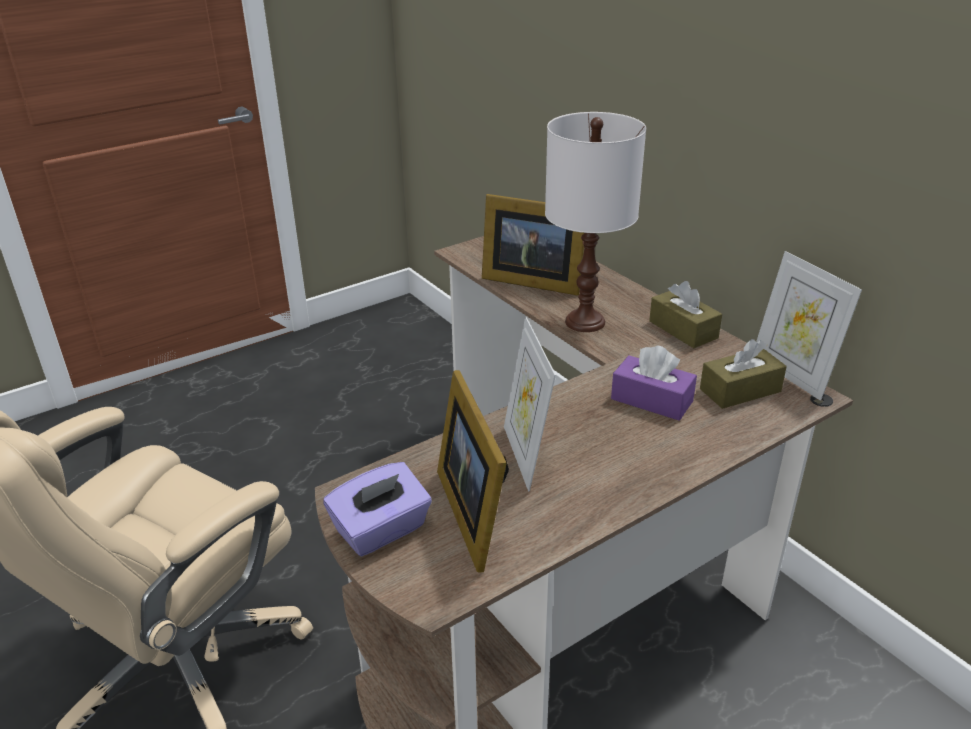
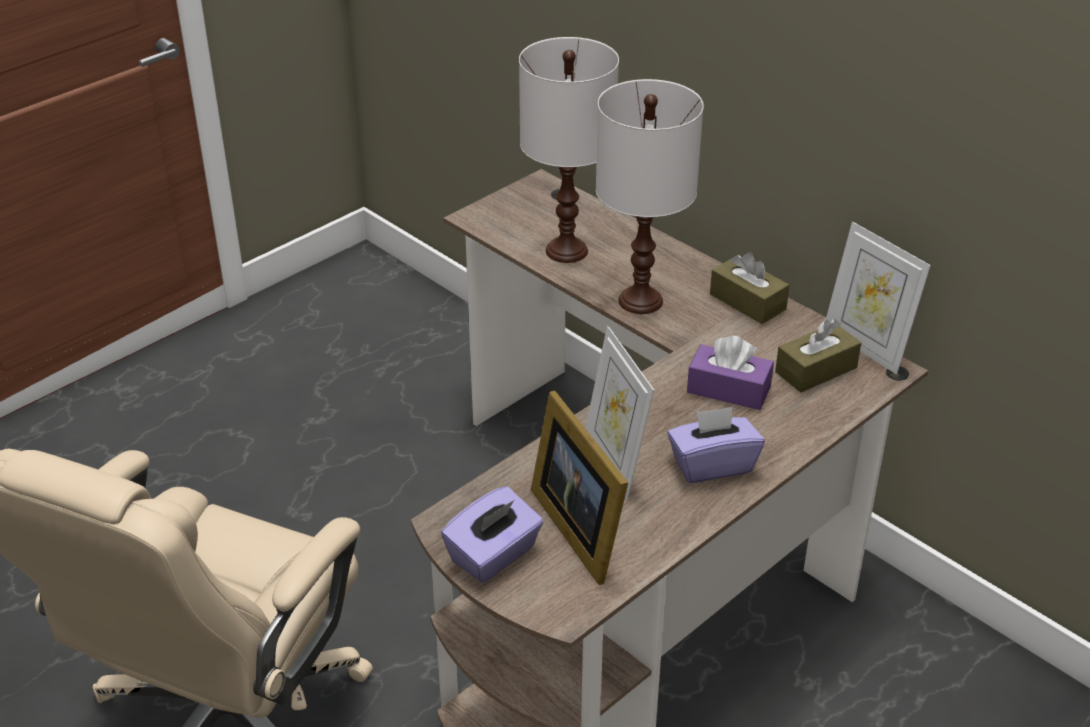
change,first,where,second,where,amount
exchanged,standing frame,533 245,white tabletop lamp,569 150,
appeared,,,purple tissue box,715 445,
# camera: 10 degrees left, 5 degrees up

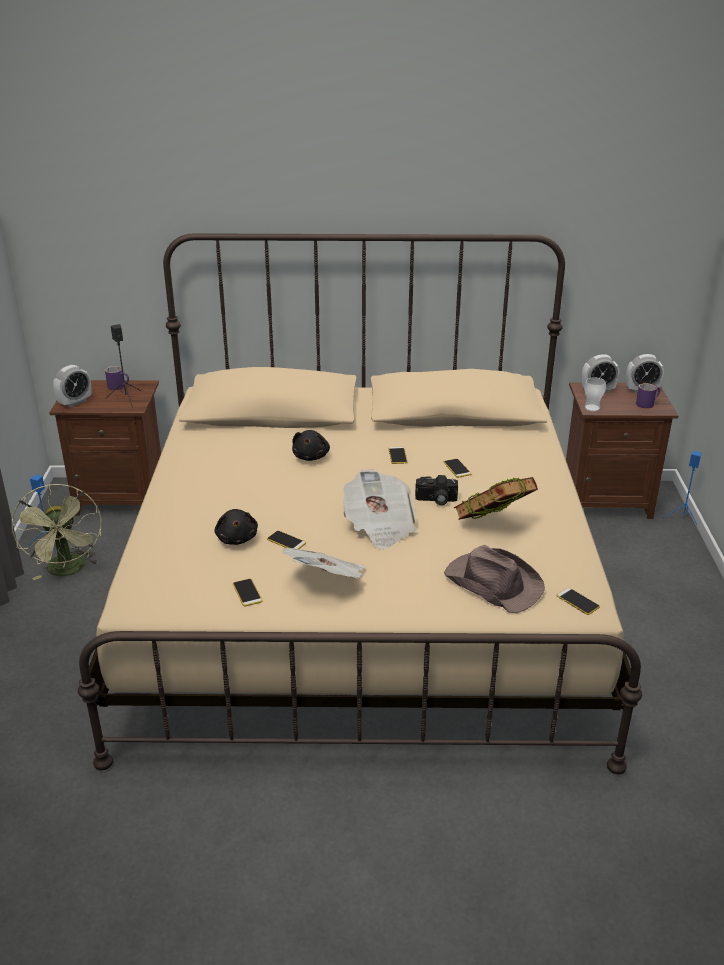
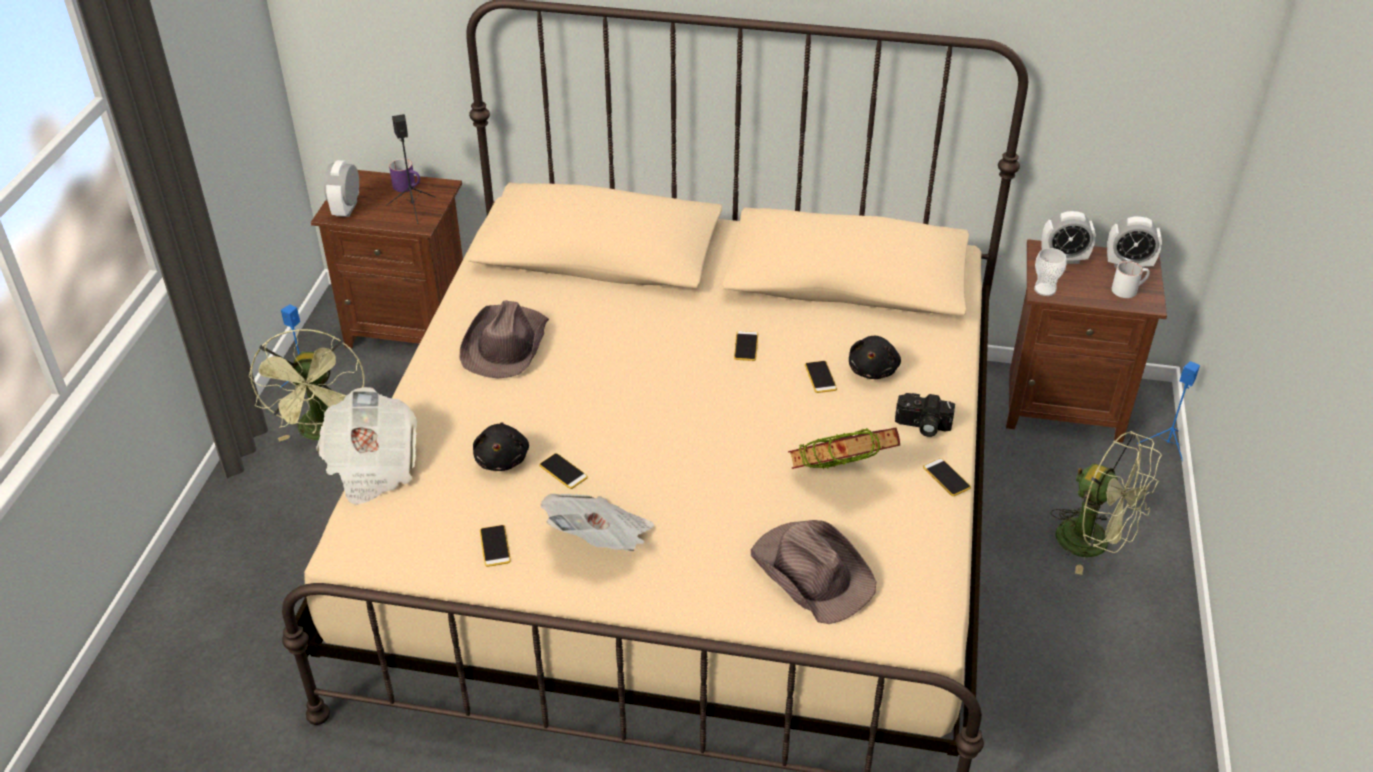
change,first,where,second,where,amount
spun,alarm clock,72 386,,341 188,135 degrees clockwise
relocated,blackish cuddly toy,311 445,,875 357,
relocated,daily paper,380 509,,366 446,
relocated,still camera,436 490,,925 415,
relocated,telephone,578 601,,947 477,
colour,purple coffee mug,648 395,white coffee mug,1131 279,
appeared,,,brownish wearable hat,504 339,
appeared,,,green fan,1106 503,
# camera: 10 degrees right, 10 degrees up

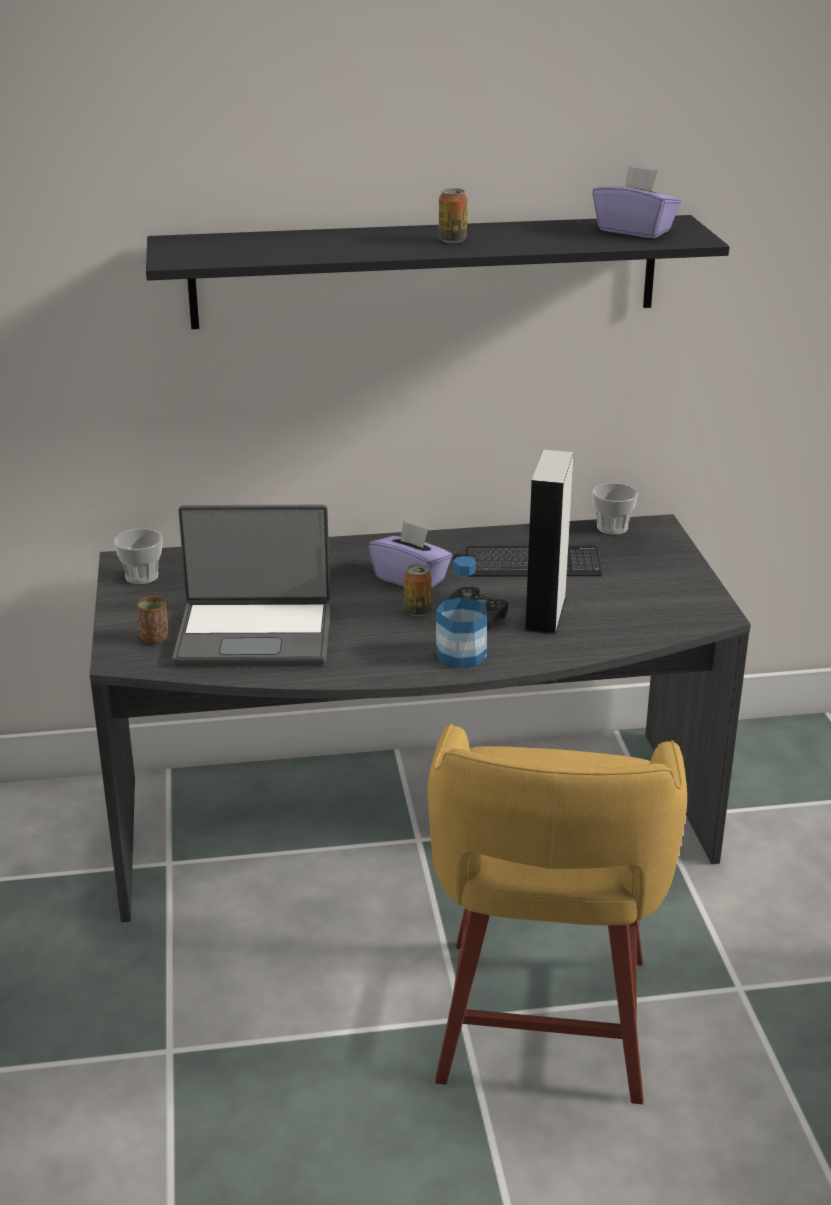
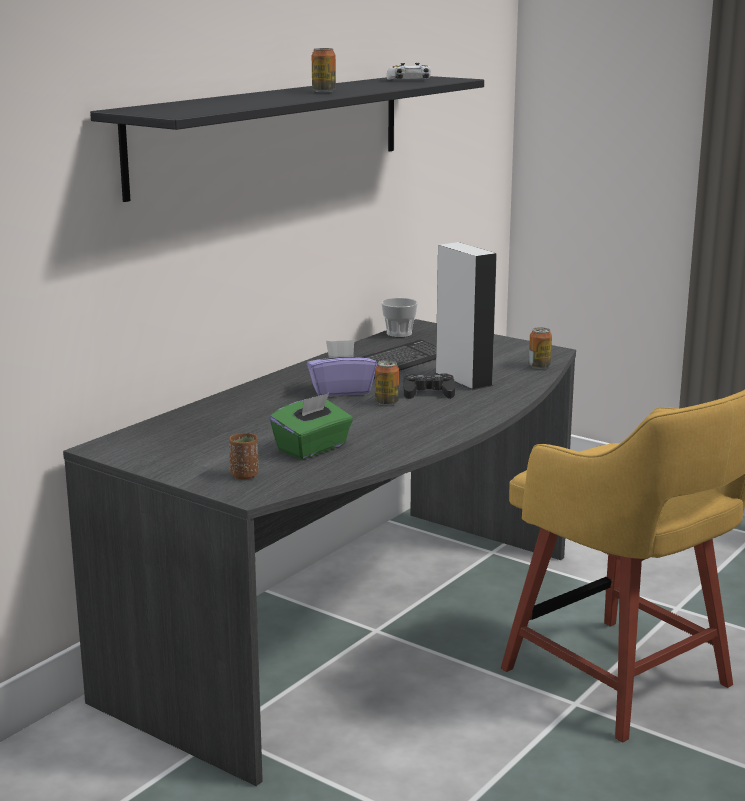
change,first,where,second,where,amount
missing,cup,138 556,,,
exchanged,portable computer,251 585,green tissue box,311 426,
missing,bottle,461 612,,,
exchanged,purple tissue box,637 202,white game controller,409 71,
appeared,,,metal can,540 348,
# camera: 45 degrees left, 10 degrees down

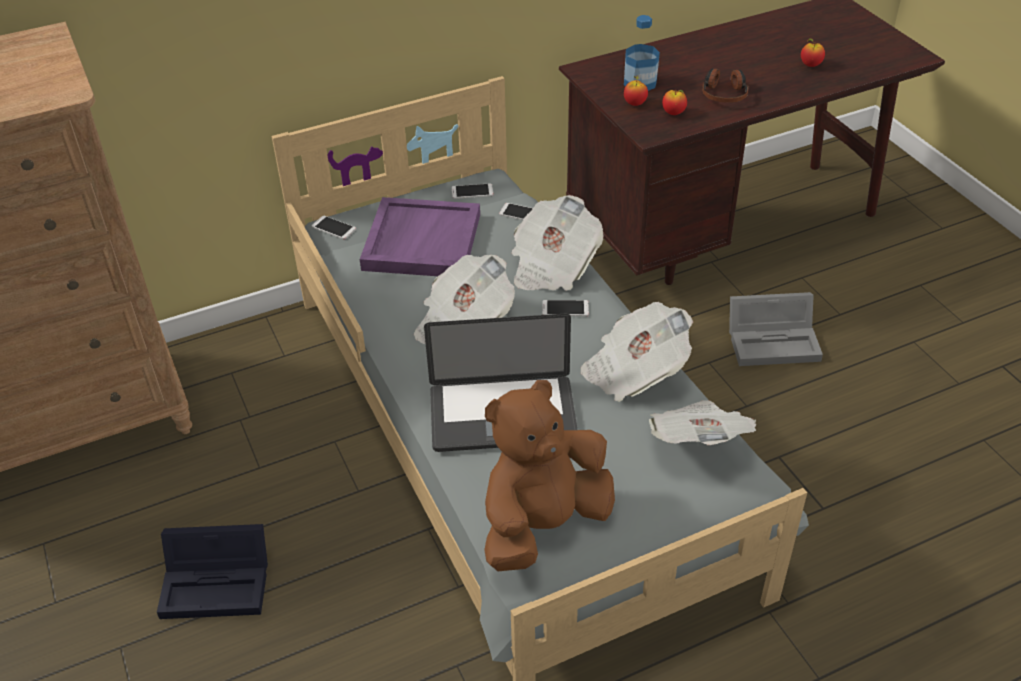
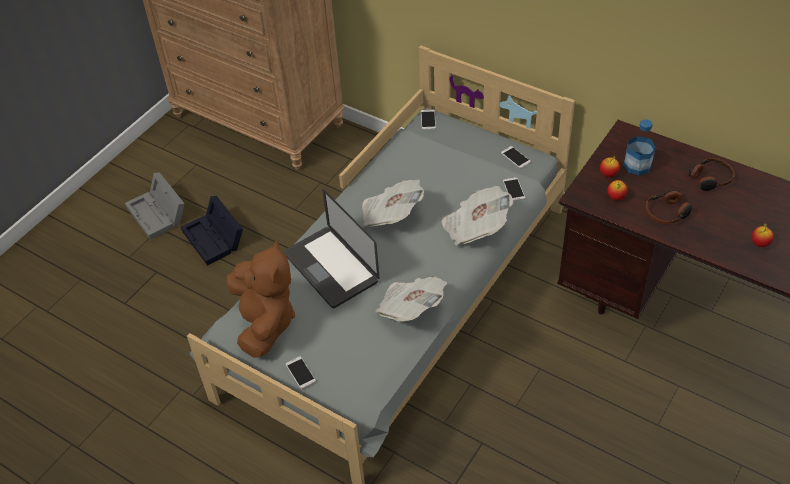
change,first,where,second,where,amount
missing,purple serving tray,420 236,,,
spun,brownish cuddly toy,549 475,,261 298,60 degrees clockwise
relocated,telephone,565 308,,301 372,
missing,daily paper,702 422,,,
relocated,greyish storage container,776 329,,155 206,
appeared,,,pair of headphones,711 174,
# camera: 60 degrees right, 5 degrees up

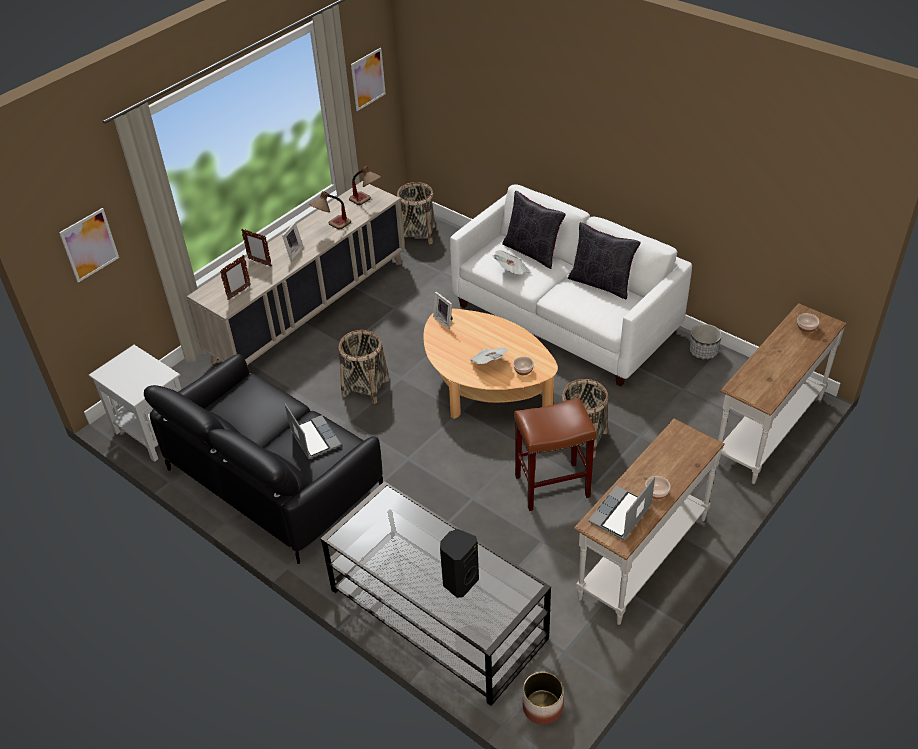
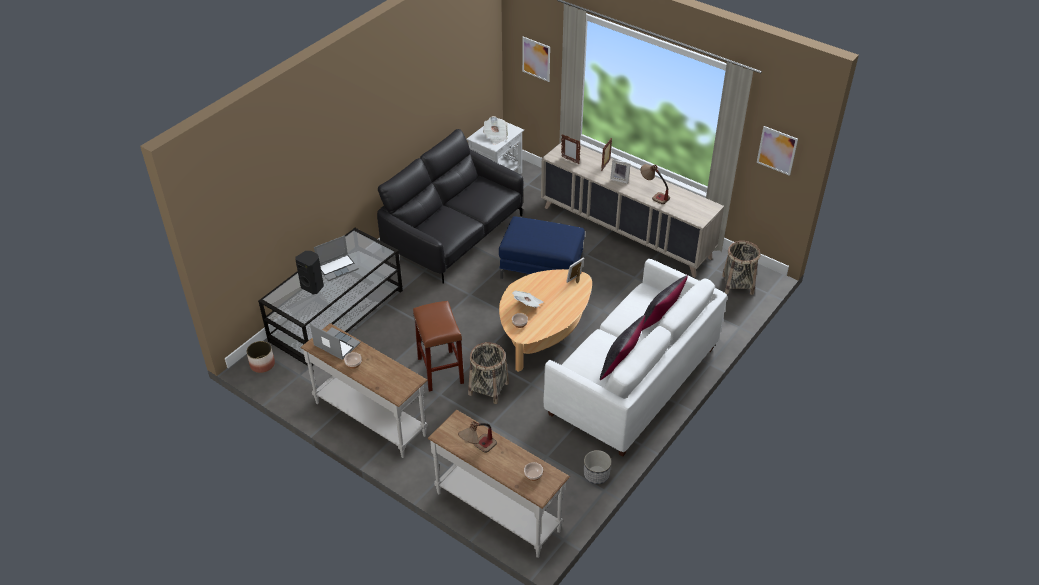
change,first,where,second,where,amount
relocated,portable computer,313 431,,336 258,
exchanged,household basket,364 367,bluish pouffe,542 247,
relocated,tabletop lamp,365 185,,477 437,
relocated,daily paper,511 262,,495 130,
# camera: 85 degrees right, 0 degrees up

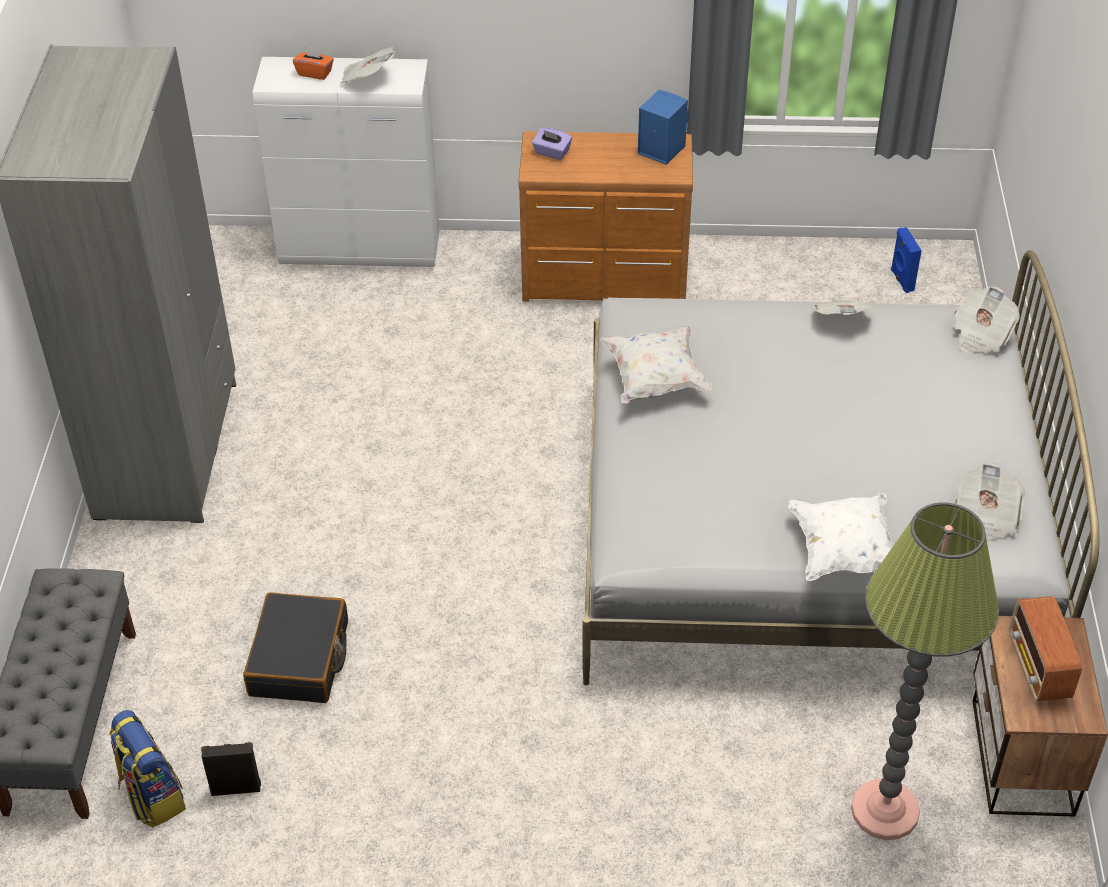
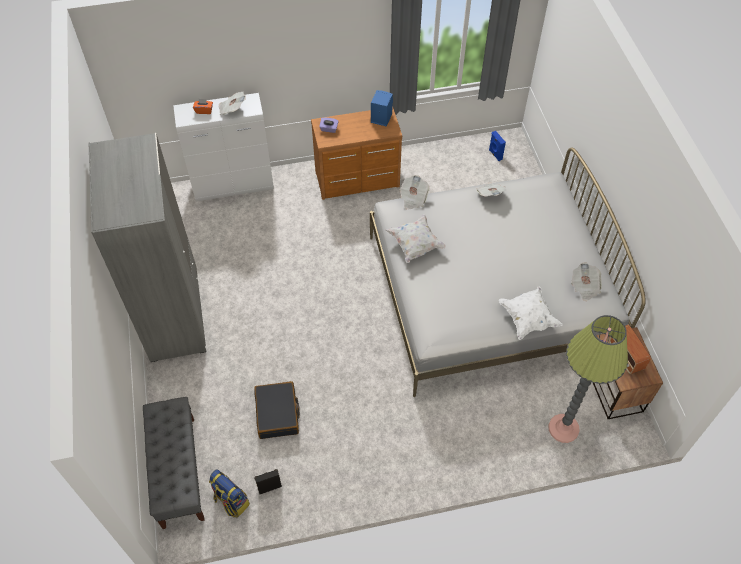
change,first,where,second,where,amount
relocated,daily paper,987 319,,415 192,
# camera: 15 degrees left, 10 degrees up

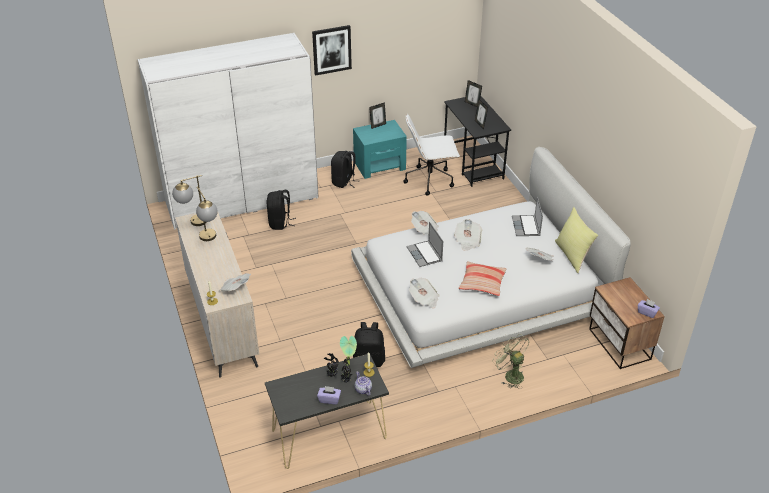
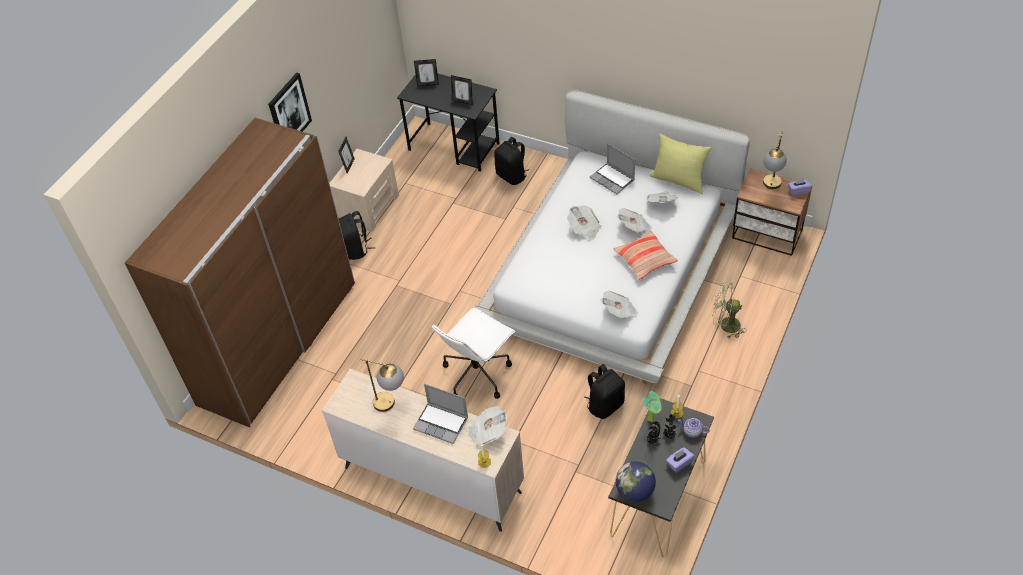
change,first,where,second,where,amount
colour,white clothes cupboard,228 131,brownish clothes cupboard,240 272,
relocated,tabletop lamp,189 200,,775 160,
relocated,blackish backpack,281 210,,511 161,
colour,turquoise-coloured night table,380 149,beige-coloured night table,364 190,
relocated,white desk chair,431 155,,473 353,
relocated,portable computer,425 244,,440 414,
relocated,daily paper,425 223,,634 220,
appeared,,,desk globe,636 481,
# camera: 40 degrees left, 10 degrees up

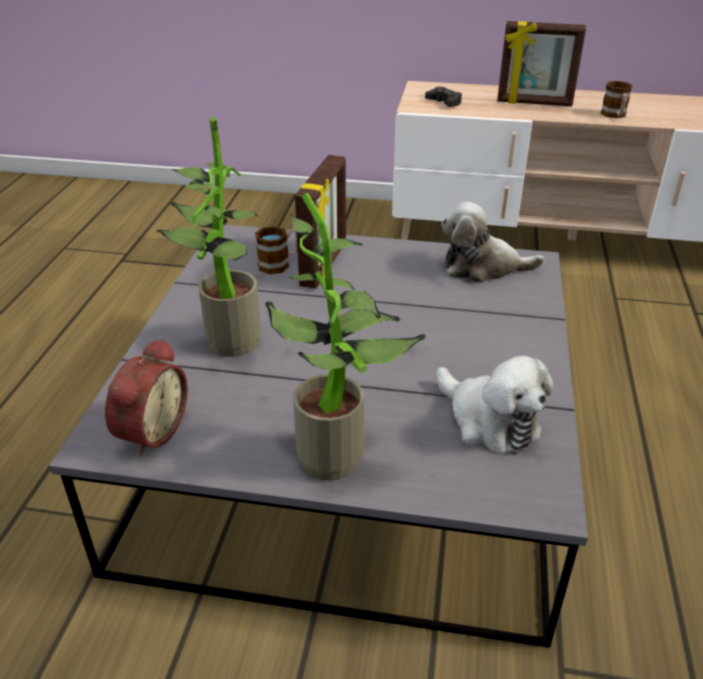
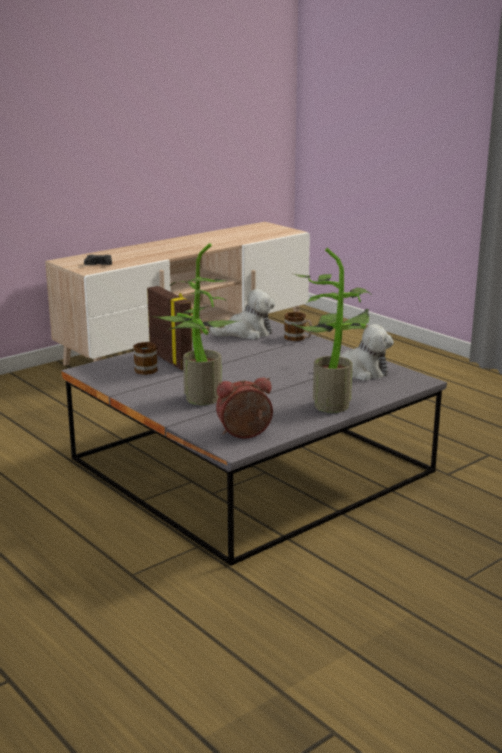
change,first,where,second,where,amount
spun,alarm clock,146 397,,244 408,75 degrees counterclockwise
spun,cuddly toy,493 242,,242 314,150 degrees counterclockwise
missing,standing frame,541 63,,,
relocated,coffee mug,616 99,,298 326,
# camera: 50 degrees left, 15 degrees down

